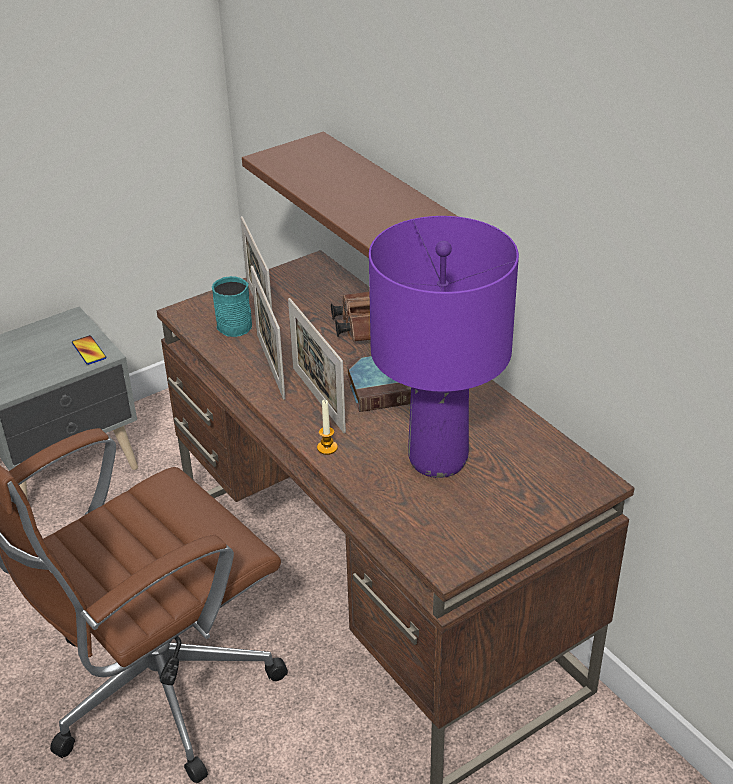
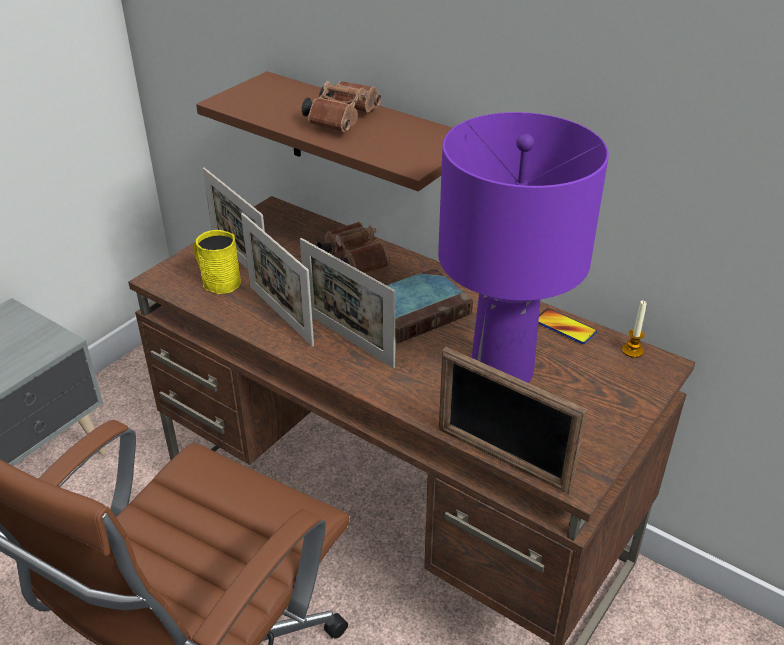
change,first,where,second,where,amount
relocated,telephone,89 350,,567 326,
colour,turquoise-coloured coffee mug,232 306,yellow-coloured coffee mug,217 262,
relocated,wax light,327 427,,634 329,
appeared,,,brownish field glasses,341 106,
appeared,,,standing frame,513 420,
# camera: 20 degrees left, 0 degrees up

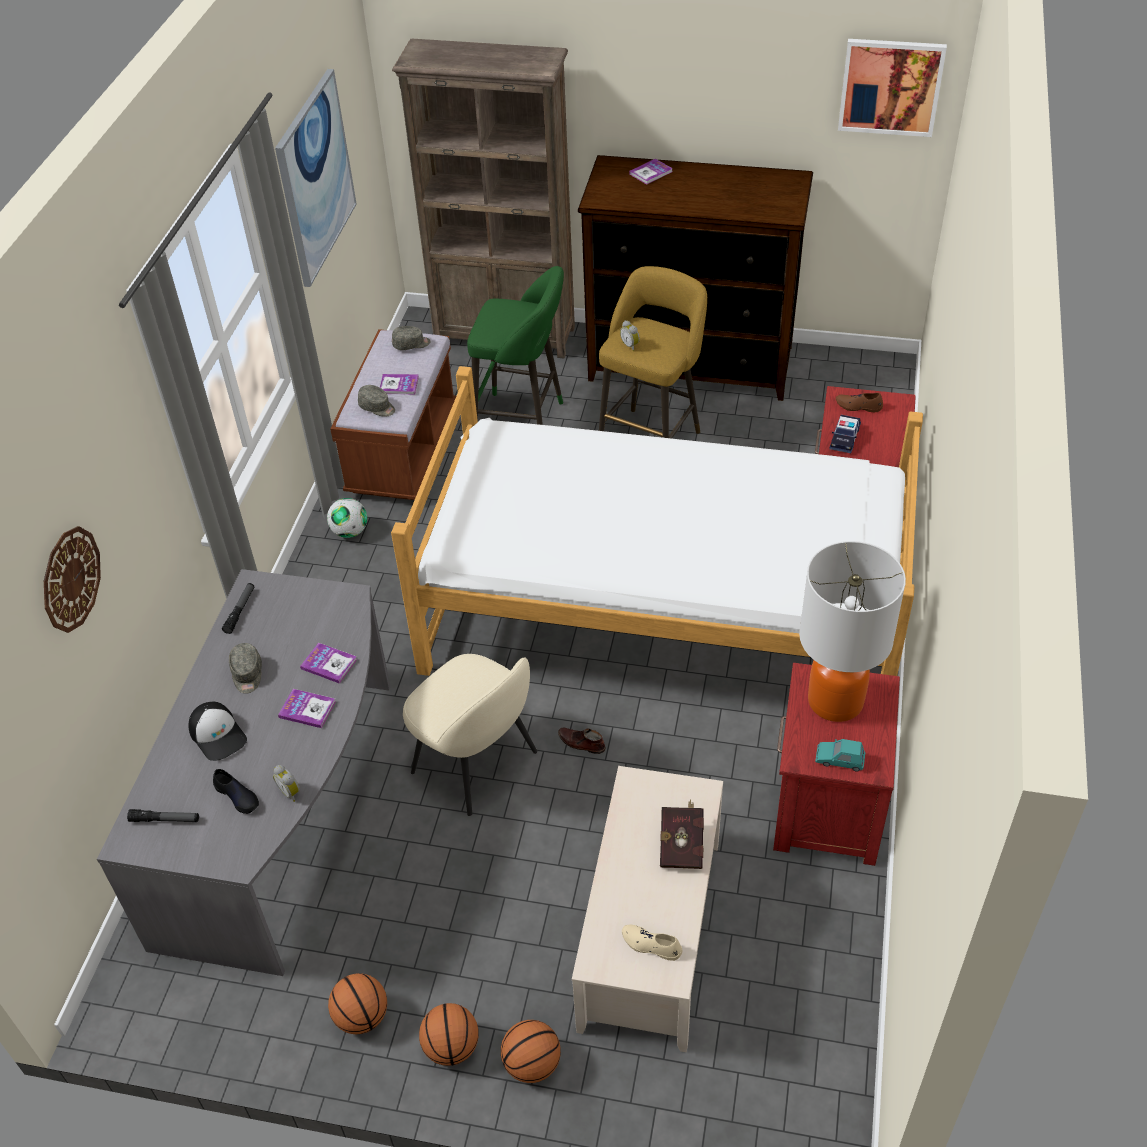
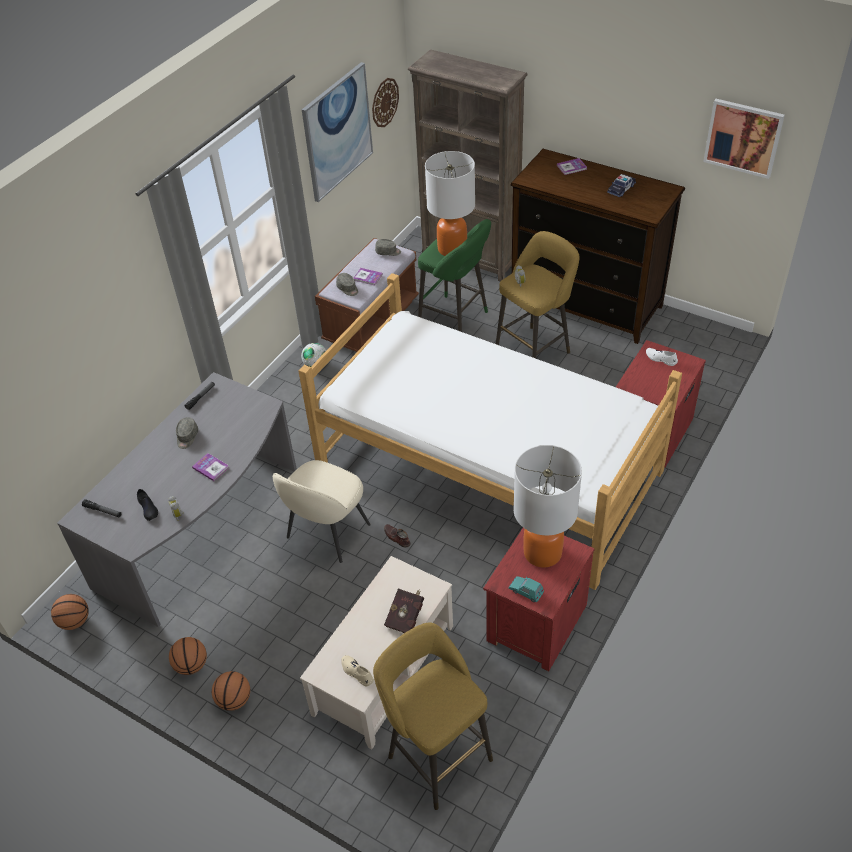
change,first,where,second,where,amount
relocated,clock on the wall,72 579,,385 102,
missing,peaked cap,218 731,,,
missing,volume,328 663,,,
spun,beige-coloured chair,470 735,,322 511,60 degrees clockwise
relocated,ball for basketball,531 1051,,70 612,
relocated,model car,845 434,,621 185,
colour,brownish item of footwear,859 402,white item of footwear,662 357,
appeared,,,yellow-coloured stool seat,433 716,
appeared,,,tabletop lamp,450 203,
# camera: 20 degrees right, 0 degrees up

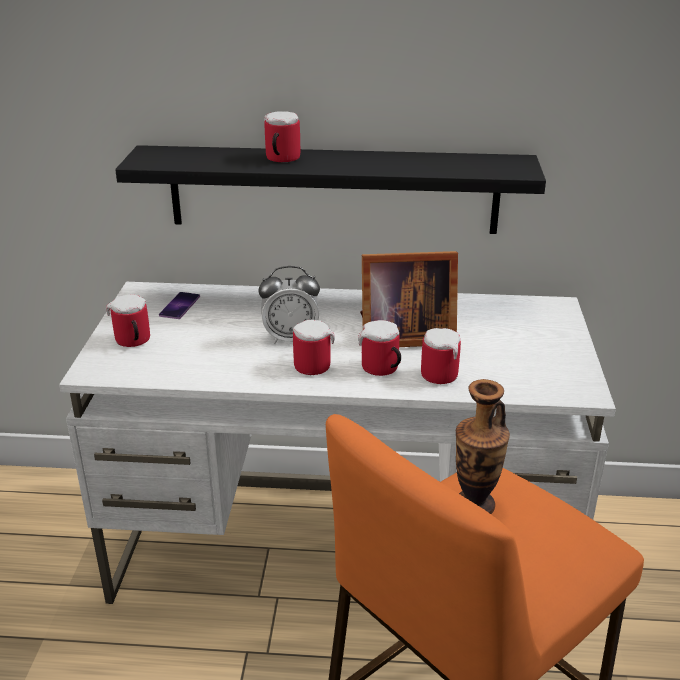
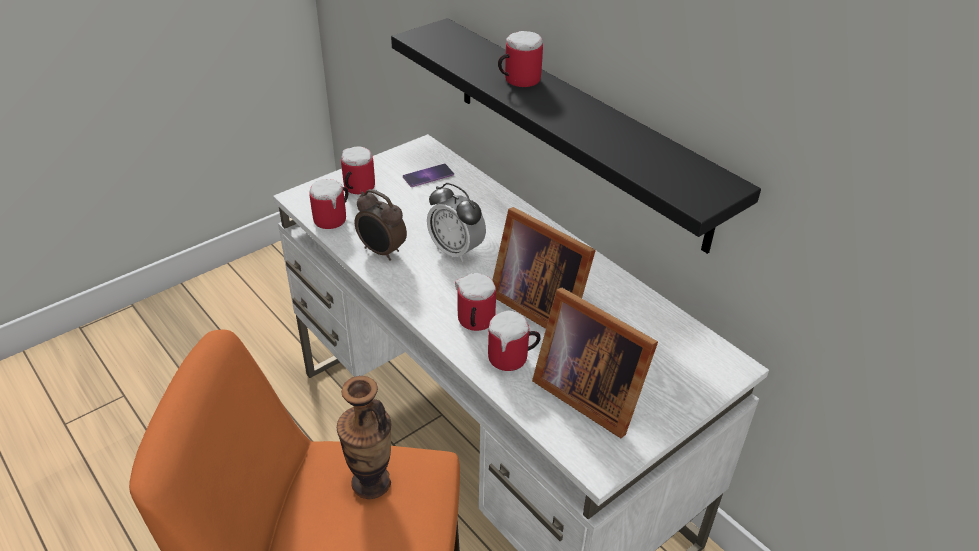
change,first,where,second,where,amount
relocated,coffee mug,314 347,,328 204,
appeared,,,alarm clock,381 225,
appeared,,,standing frame,595 362,
# camera: 45 degrees right, 10 degrees up

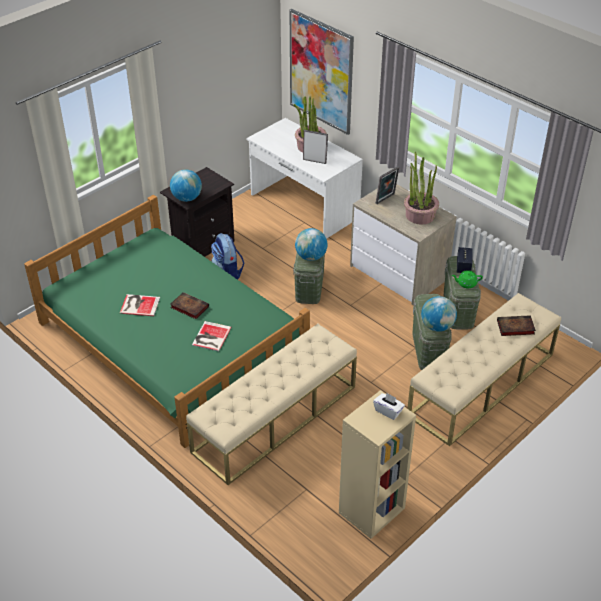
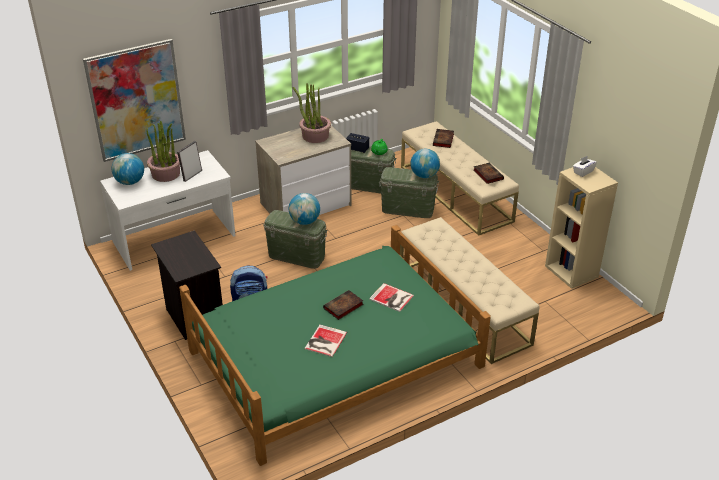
change,first,where,second,where,amount
relocated,desk globe,186 186,,127 169,
missing,standing frame,387 185,,,
appeared,,,volume,488 173,
# camera: 75 degrees left, 5 degrees down

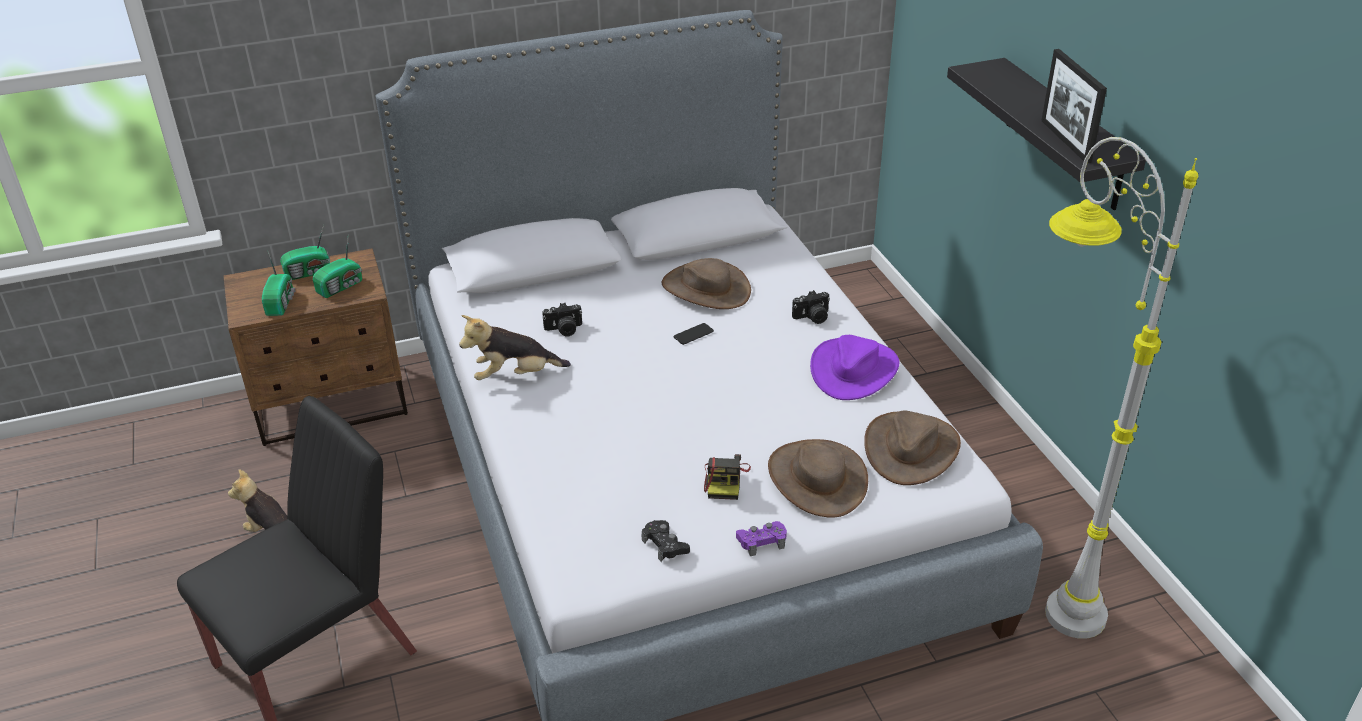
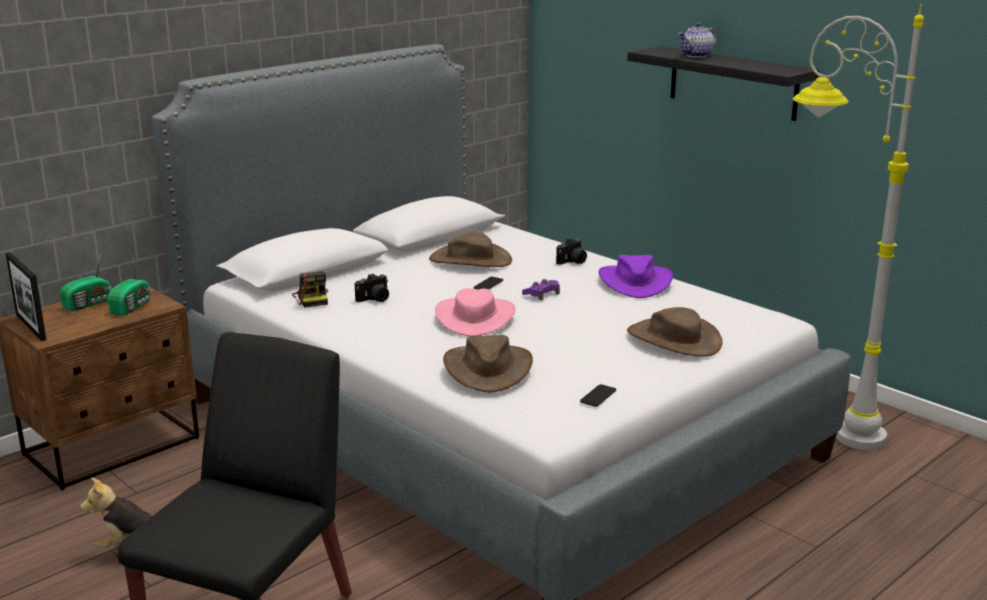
change,first,where,second,where,amount
missing,radio receiver,278 284,,,
missing,cuddly toy,515 347,,,
exchanged,blackish game controller,666 541,telephone,598 395,
relocated,still camera,727 477,,310 289,
relocated,purple game controller,761 538,,541 290,
relocated,brownish wearable hat,912 448,,488 363,
relocated,standing frame,1074 106,,26 296,
appeared,,,pinkish wearable hat,475 312,
appeared,,,teapot,697 40,
# camera: 25 degrees left, 15 degrees down

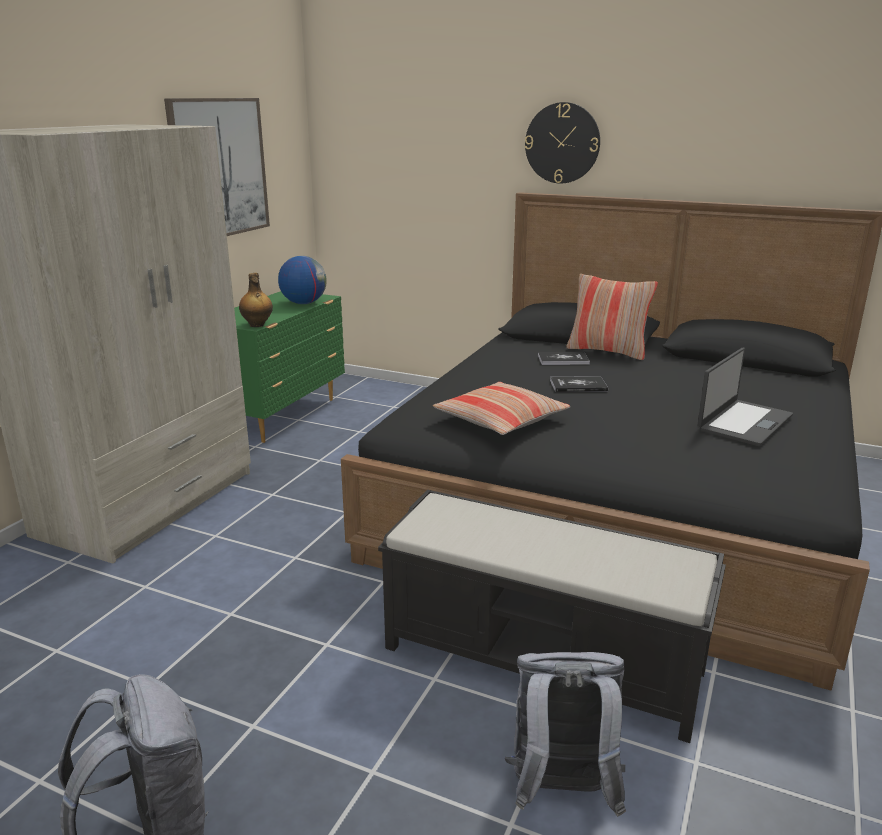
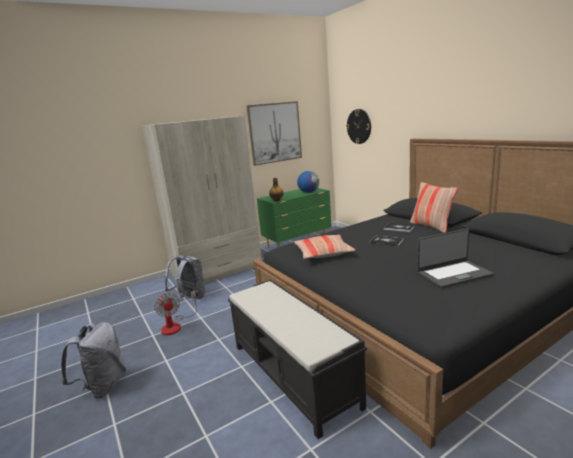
change,first,where,second,where,amount
relocated,greyish backpack,565 734,,185 277,
relocated,clock on the wall,562 143,,358 126,
appeared,,,fan,175 313,
# camera: 35 degrees right, 5 degrees down

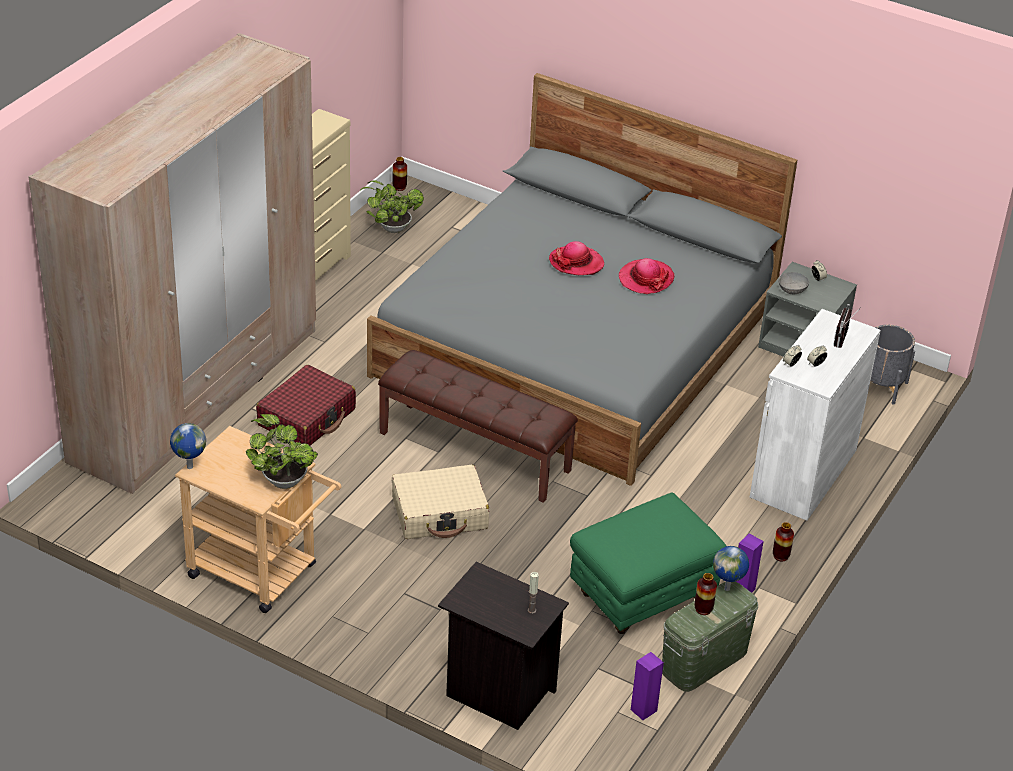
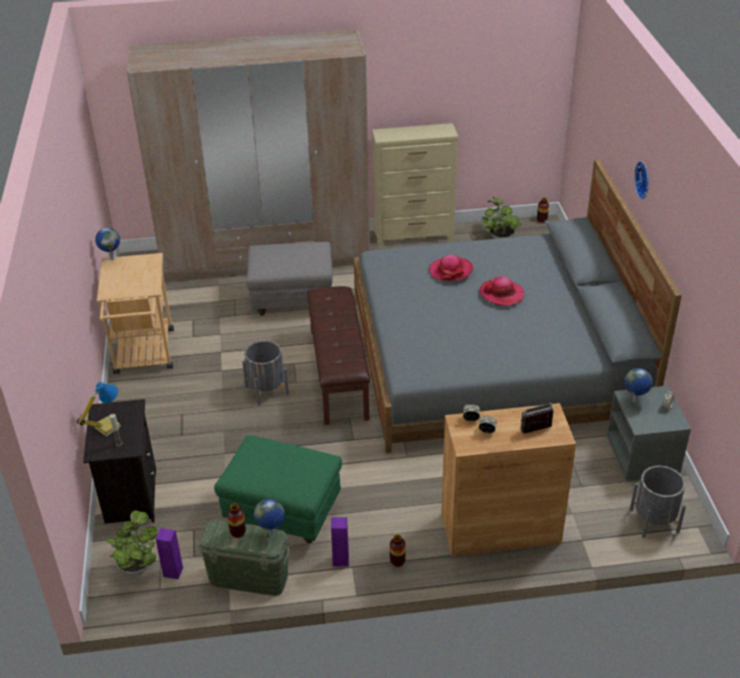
change,first,where,second,where,amount
relocated,potted plant,282 451,,132 542,
exchanged,red-coloured suitcase,306 405,greyish pouffe,289 279,
exchanged,beige-coloured suitcase,440 502,greyish planter,265 373,
relocated,wearable hat,647 276,,451 268,
colour,white cupboard,815 415,brownish cupboard,508 479,
exchanged,greyish serving bowl,794 283,desk globe,638 385,
appeared,,,tabletop lamp,99 409,
appeared,,,clock on the wall,641 180,
# camera: 55 degrees right, 0 degrees up

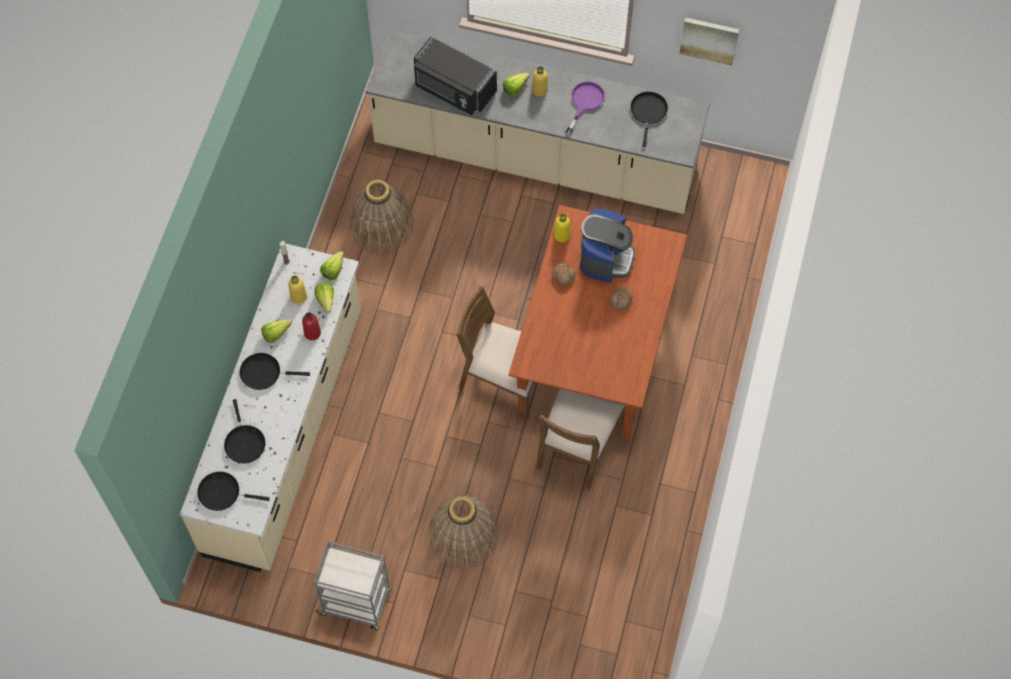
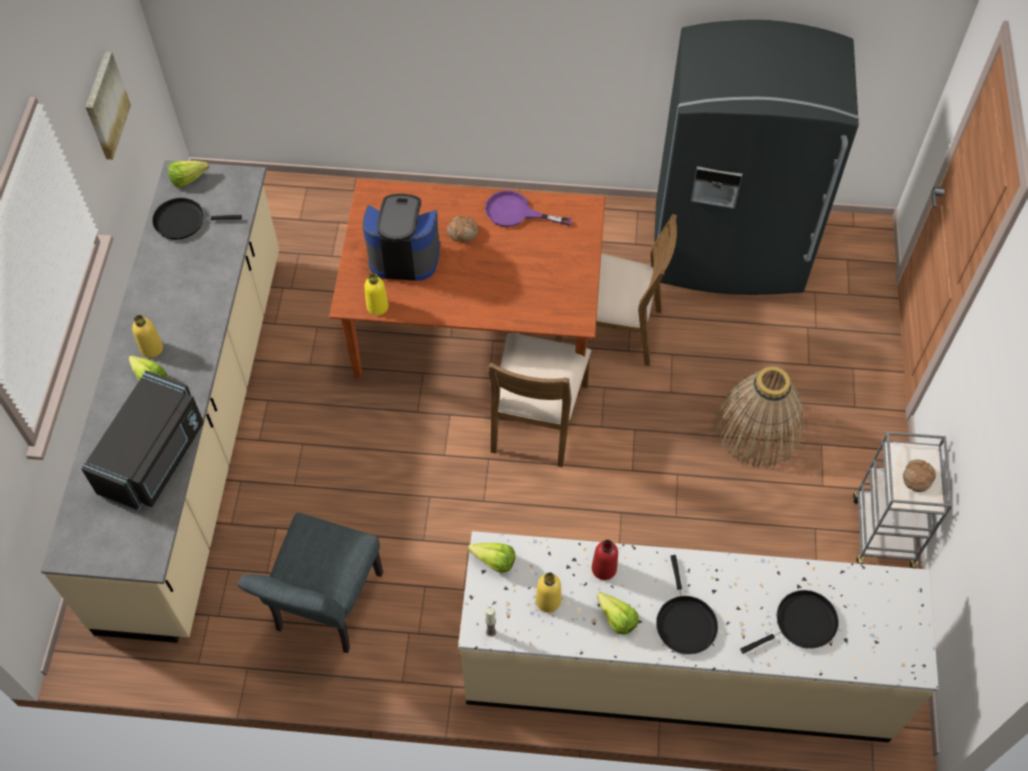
change,first,where,second,where,amount
missing,blackish pan,233 491,,,
relocated,head of lettuce,324 298,,188 174,
exchanged,household basket,382 216,greyish chair,310 583,
relocated,bread,564 274,,919 475,
relocated,purple pan,585 108,,528 208,
appeared,,,greyish refrigerator,756 157,
# camera: 100 degrees left, 5 degrees down

